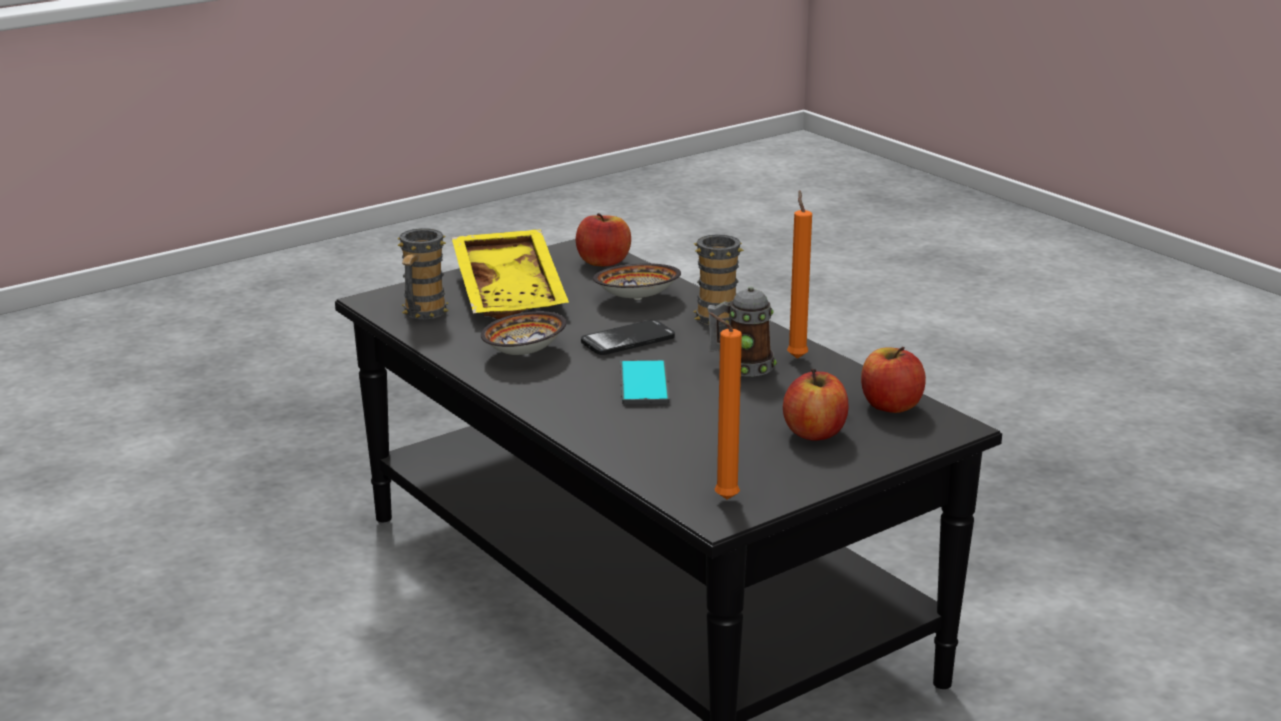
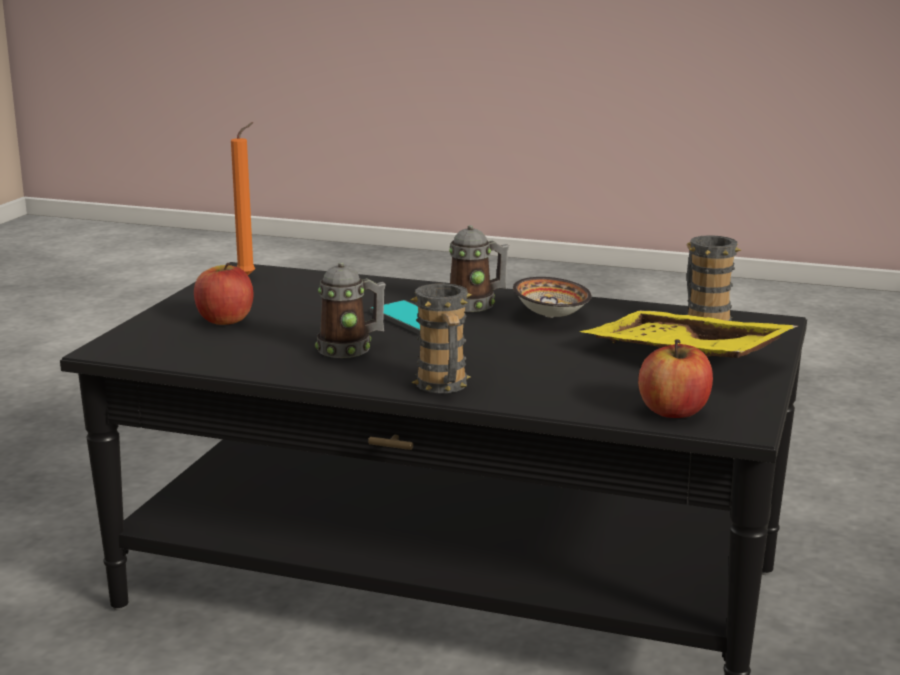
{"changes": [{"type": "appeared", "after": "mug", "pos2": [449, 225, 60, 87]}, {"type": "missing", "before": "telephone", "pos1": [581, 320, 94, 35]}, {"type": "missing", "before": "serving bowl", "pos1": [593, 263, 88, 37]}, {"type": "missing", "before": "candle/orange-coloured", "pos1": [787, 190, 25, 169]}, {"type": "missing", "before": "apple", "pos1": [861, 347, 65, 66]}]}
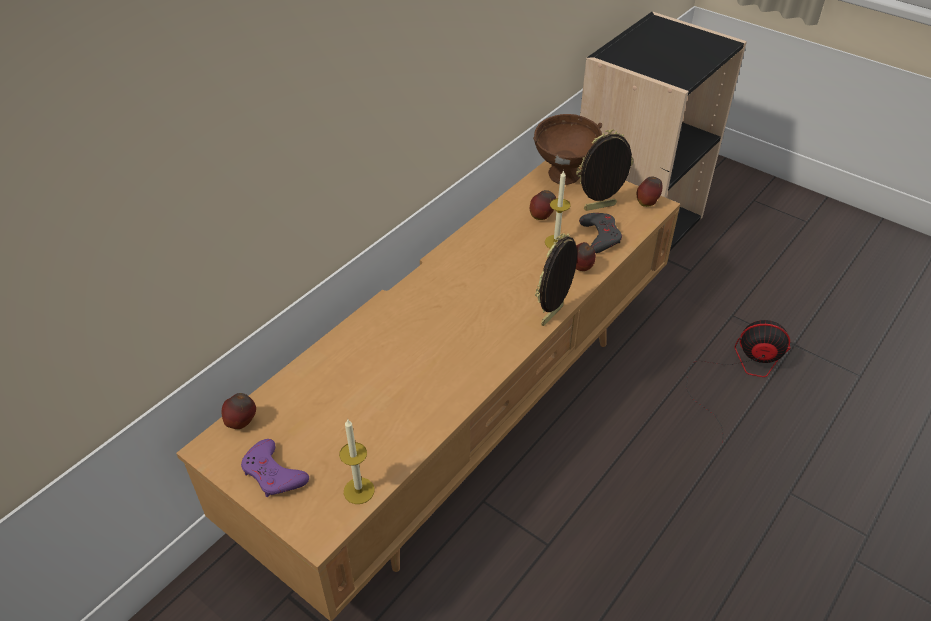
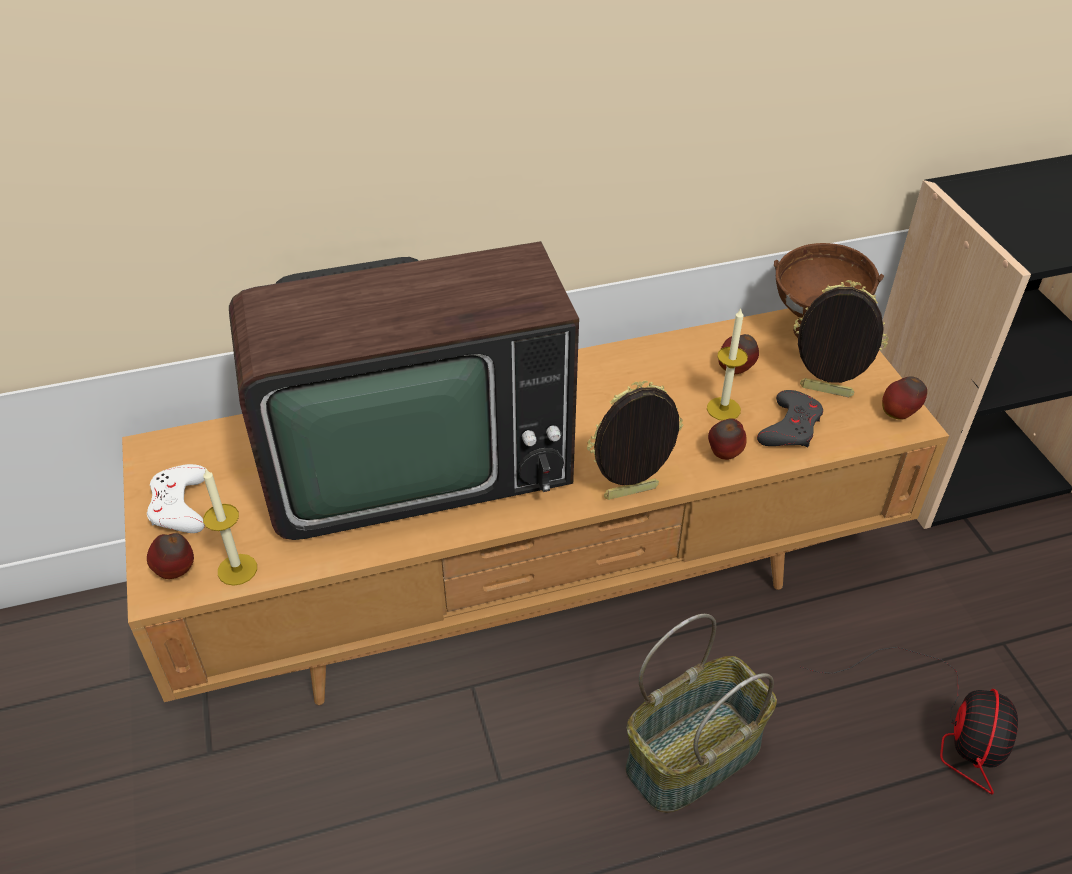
{"changes": [{"type": "colour", "before": "game controller/purple", "after": "game controller/whitish", "pos1": [241, 439, 68, 58], "pos2": [147, 464, 58, 69]}, {"type": "relocated", "before": "apple", "pos1": [221, 393, 35, 36], "pos2": [147, 533, 47, 46]}, {"type": "appeared", "after": "TV", "pos2": [229, 241, 350, 299]}, {"type": "appeared", "after": "basket", "pos2": [625, 614, 152, 199]}, {"type": "spun", "before": "fan", "pos1": [686, 320, 104, 123], "pos2": [801, 647, 217, 148], "turn": 60}]}
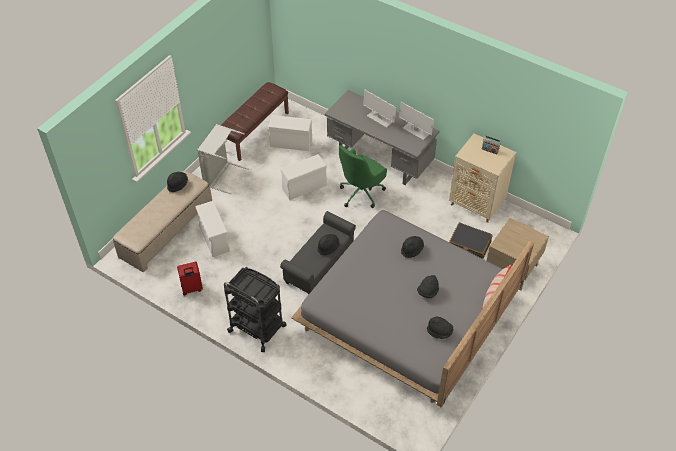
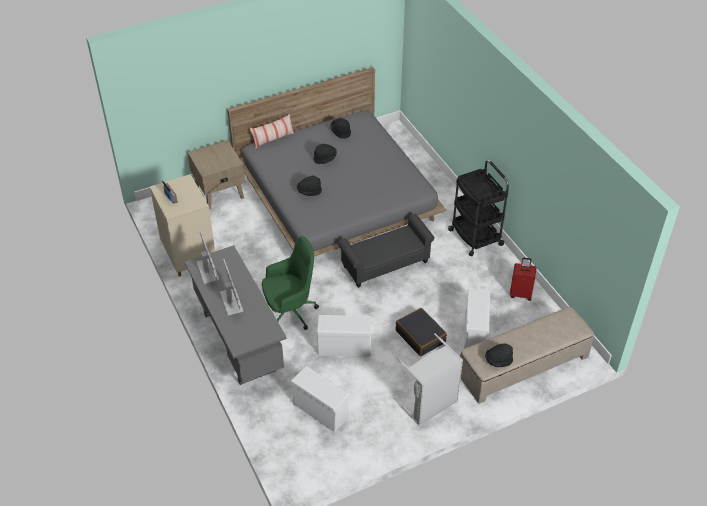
{"changes": [{"type": "relocated", "before": "travel case/black-coloured", "pos1": [449, 223, 44, 36], "pos2": [396, 308, 51, 49]}, {"type": "missing", "before": "long seat/brown", "pos1": [221, 82, 68, 79]}, {"type": "missing", "before": "clothing hat/black-coloured", "pos1": [317, 234, 23, 21]}]}
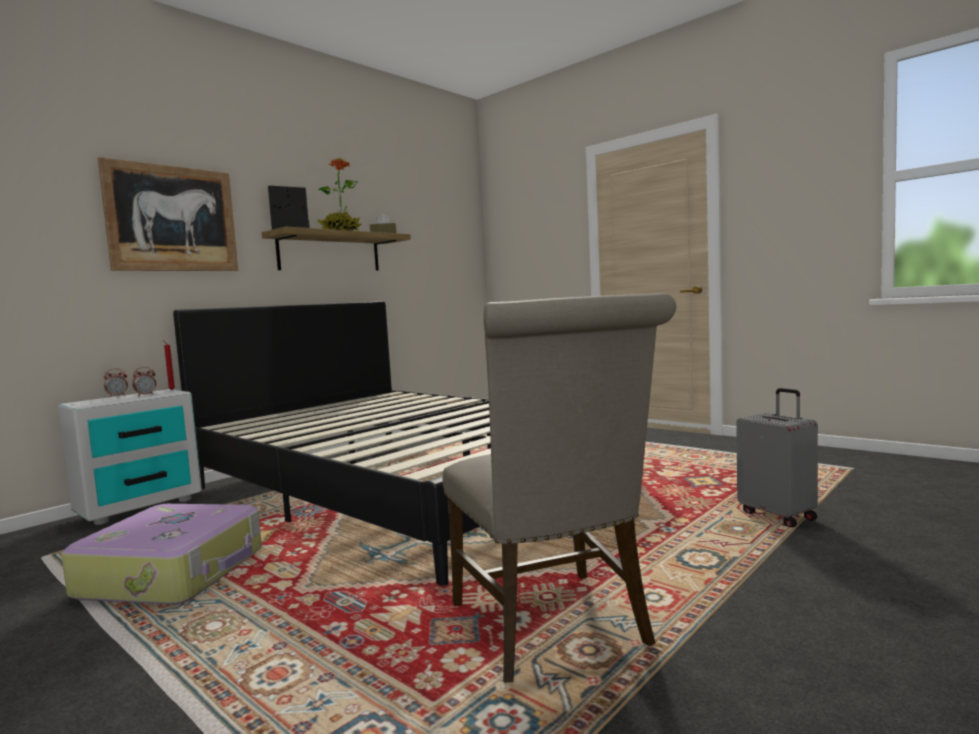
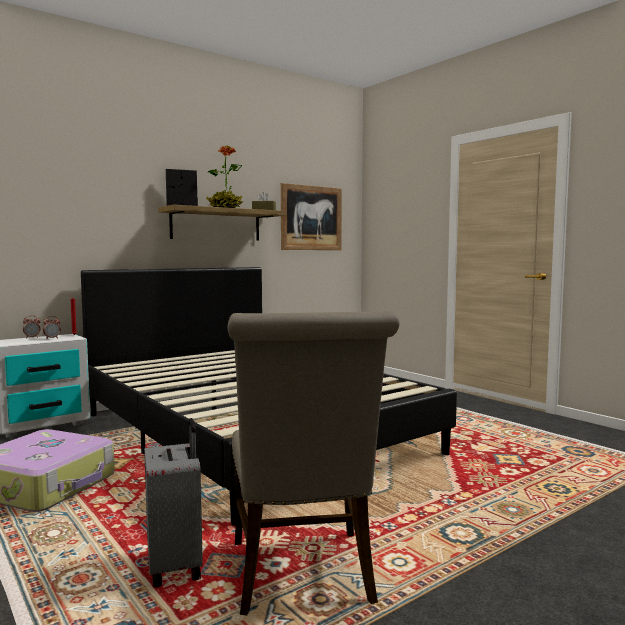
{"changes": [{"type": "relocated", "before": "travel case/gray", "pos1": [736, 388, 82, 139], "pos2": [144, 418, 59, 170]}, {"type": "relocated", "before": "wall picture", "pos1": [98, 157, 140, 114], "pos2": [281, 183, 61, 67]}]}
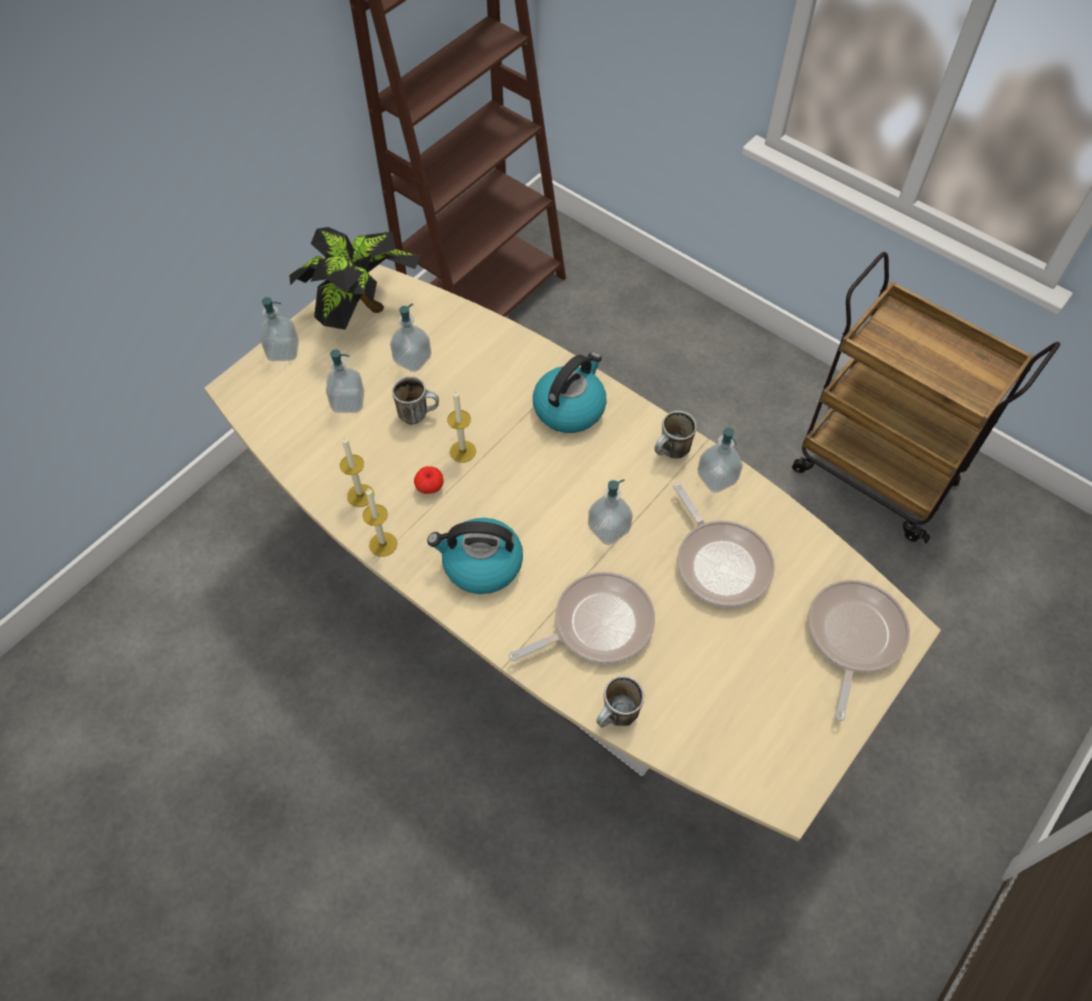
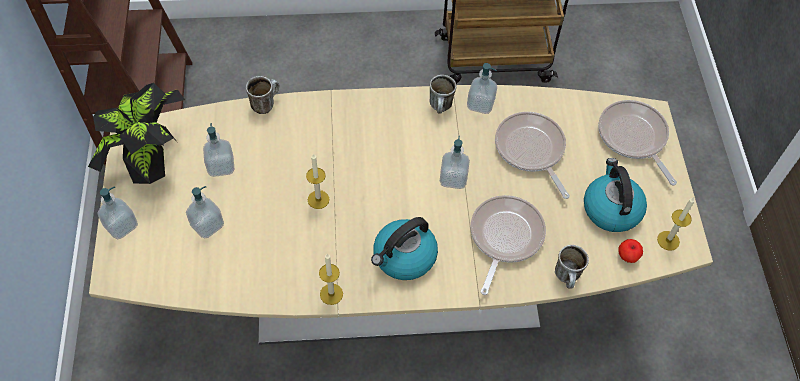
{"changes": [{"type": "relocated", "before": "mug", "pos1": [392, 376, 47, 49], "pos2": [246, 76, 33, 38]}, {"type": "spun", "before": "skillet", "pos1": [673, 483, 102, 125], "pos2": [495, 112, 75, 87], "turn": -135}, {"type": "relocated", "before": "tea kettle", "pos1": [533, 352, 74, 81], "pos2": [584, 158, 63, 74]}, {"type": "relocated", "before": "apple", "pos1": [414, 466, 30, 28], "pos2": [618, 239, 25, 24]}, {"type": "relocated", "before": "candle", "pos1": [340, 437, 34, 70], "pos2": [657, 198, 38, 52]}]}
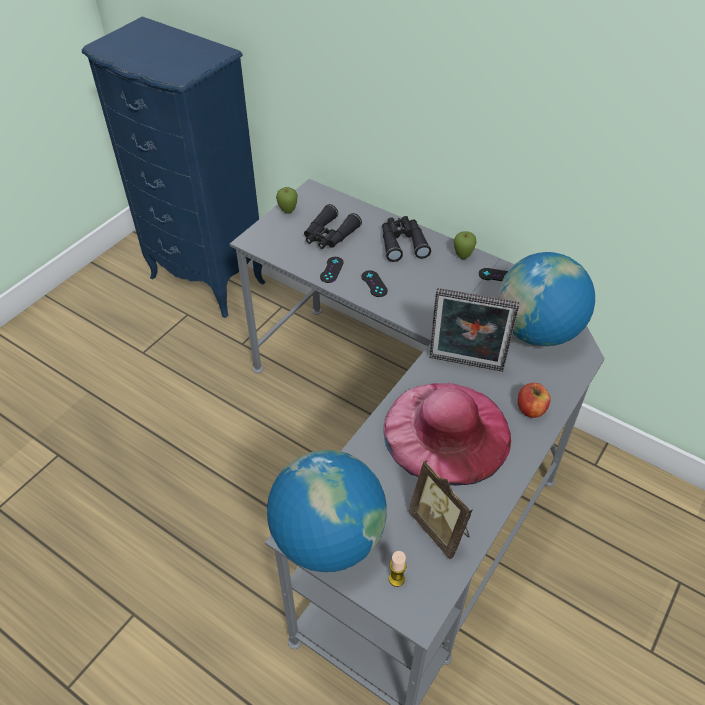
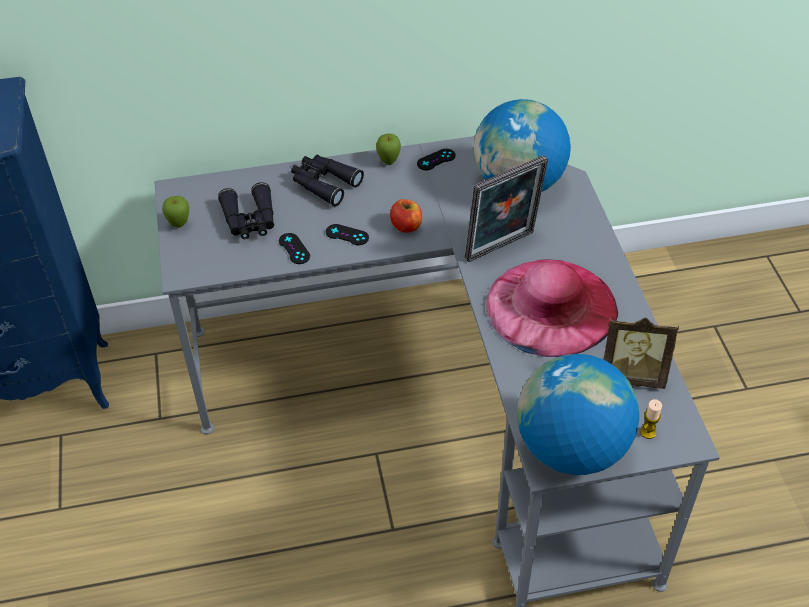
{"changes": [{"type": "relocated", "before": "apple", "pos1": [518, 383, 33, 35], "pos2": [390, 199, 32, 34]}]}
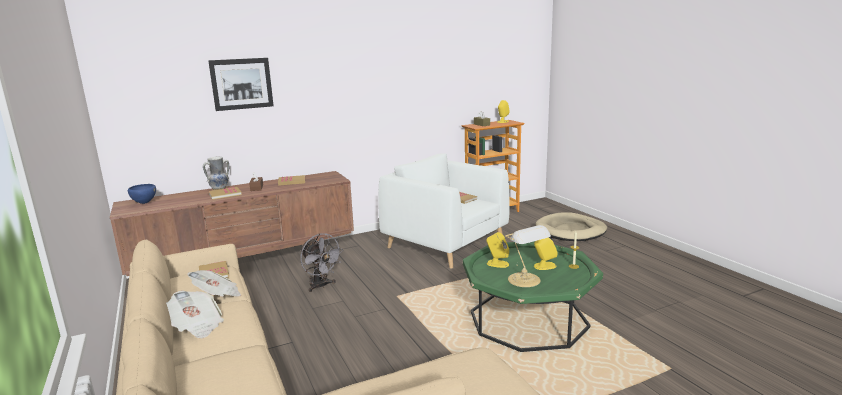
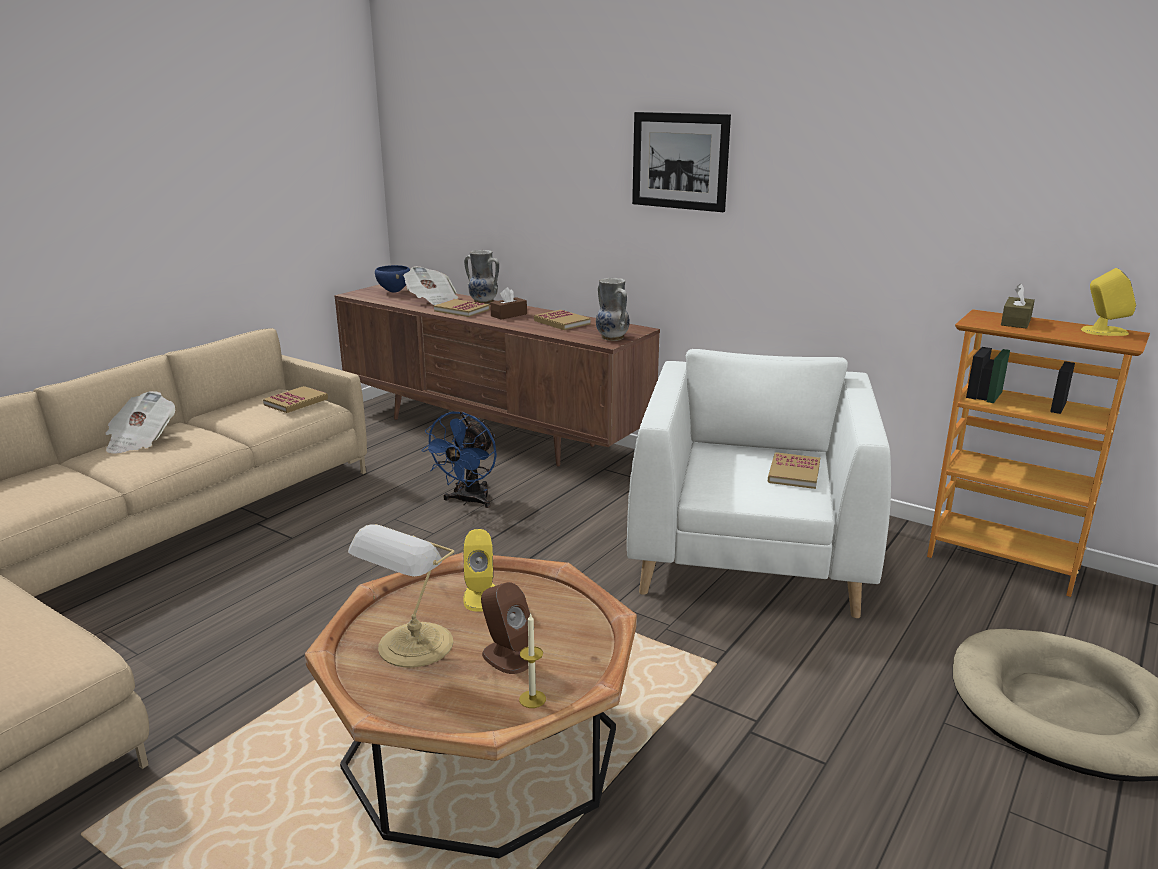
{"changes": [{"type": "colour", "before": "lounge table/green-coloured", "after": "lounge table/brown", "pos1": [463, 241, 140, 111], "pos2": [305, 552, 332, 306]}, {"type": "relocated", "before": "daily paper", "pos1": [187, 270, 54, 27], "pos2": [404, 266, 54, 39]}, {"type": "colour", "before": "fan/gray", "after": "fan/blue", "pos1": [300, 233, 43, 59], "pos2": [421, 411, 76, 97]}, {"type": "colour", "before": "audio speaker/yellow-coloured", "after": "audio speaker/brown", "pos1": [534, 237, 24, 33], "pos2": [481, 582, 49, 92]}, {"type": "appeared", "after": "flower vase", "pos2": [596, 277, 34, 64]}, {"type": "relocated", "before": "wall picture", "pos1": [208, 58, 66, 53], "pos2": [632, 112, 99, 100]}]}
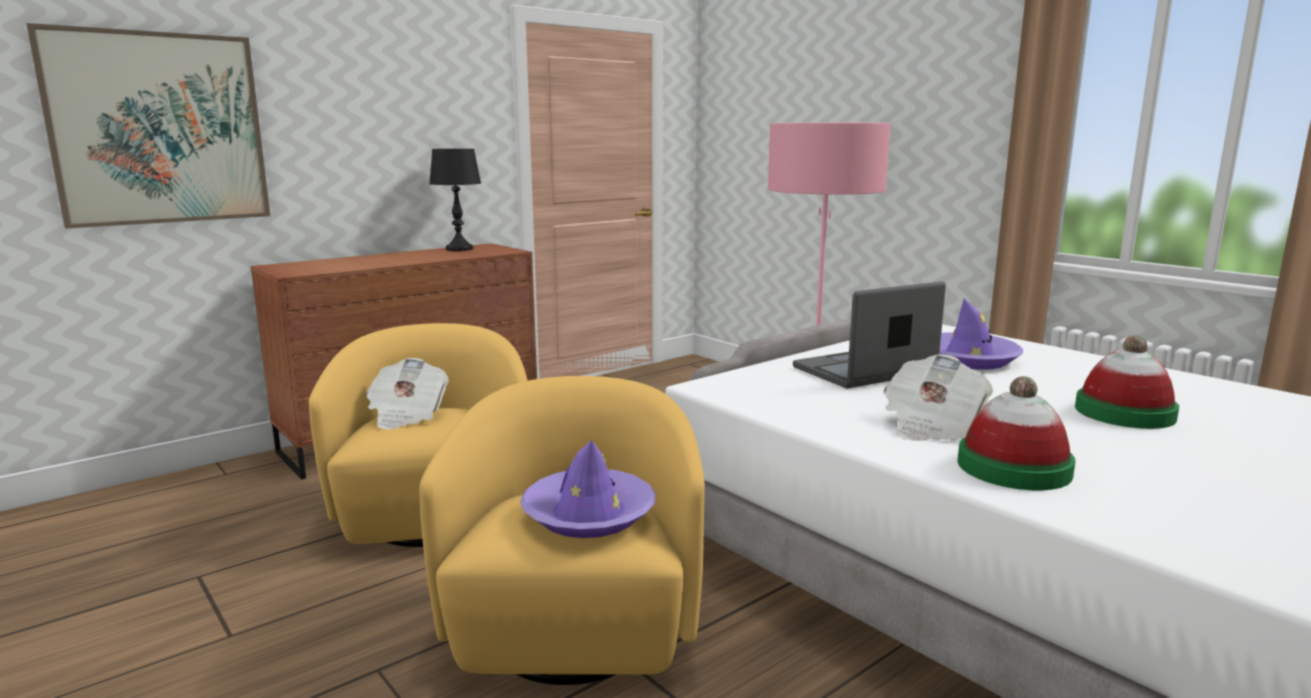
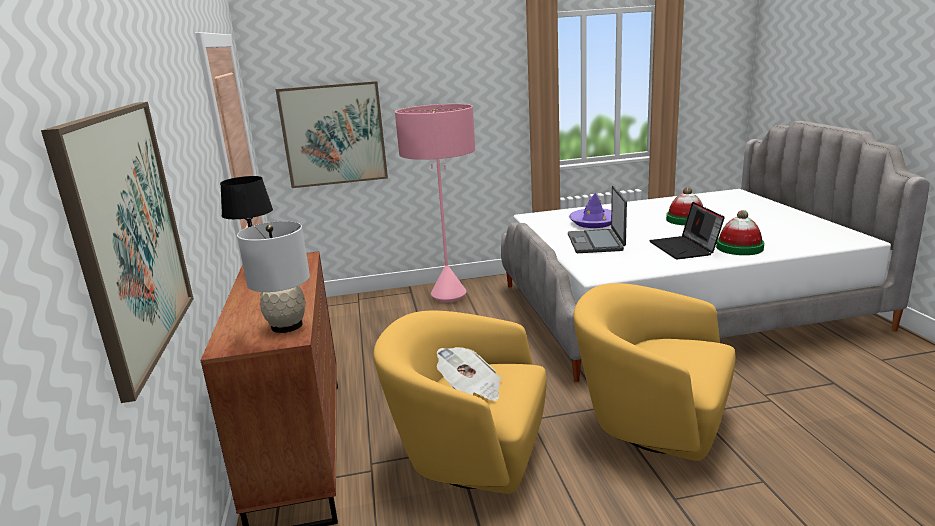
{"changes": [{"type": "appeared", "after": "table lamp/whitish", "pos2": [237, 221, 73, 112]}, {"type": "appeared", "after": "wall picture", "pos2": [276, 81, 112, 107]}, {"type": "exchanged", "before": "daily paper", "after": "notebook computer", "pos1": [883, 354, 110, 87], "pos2": [649, 202, 76, 57]}, {"type": "missing", "before": "clothing hat/purple", "pos1": [520, 440, 136, 98]}]}
